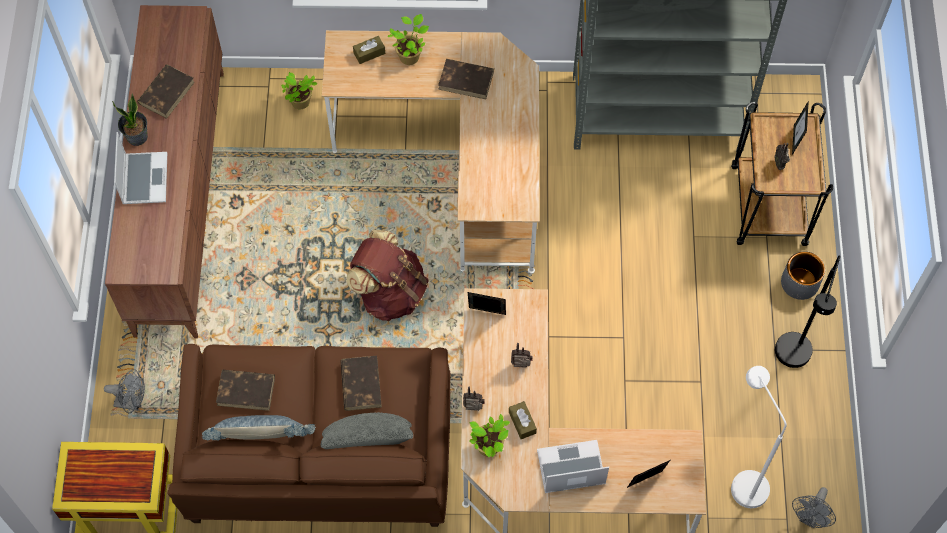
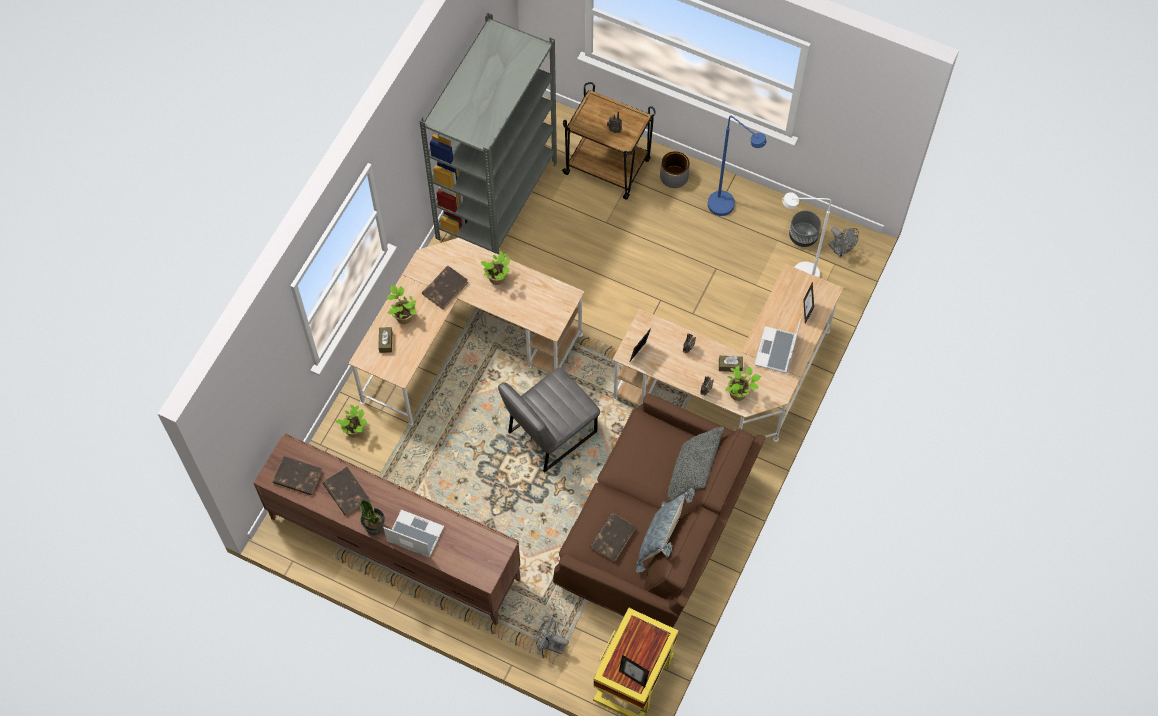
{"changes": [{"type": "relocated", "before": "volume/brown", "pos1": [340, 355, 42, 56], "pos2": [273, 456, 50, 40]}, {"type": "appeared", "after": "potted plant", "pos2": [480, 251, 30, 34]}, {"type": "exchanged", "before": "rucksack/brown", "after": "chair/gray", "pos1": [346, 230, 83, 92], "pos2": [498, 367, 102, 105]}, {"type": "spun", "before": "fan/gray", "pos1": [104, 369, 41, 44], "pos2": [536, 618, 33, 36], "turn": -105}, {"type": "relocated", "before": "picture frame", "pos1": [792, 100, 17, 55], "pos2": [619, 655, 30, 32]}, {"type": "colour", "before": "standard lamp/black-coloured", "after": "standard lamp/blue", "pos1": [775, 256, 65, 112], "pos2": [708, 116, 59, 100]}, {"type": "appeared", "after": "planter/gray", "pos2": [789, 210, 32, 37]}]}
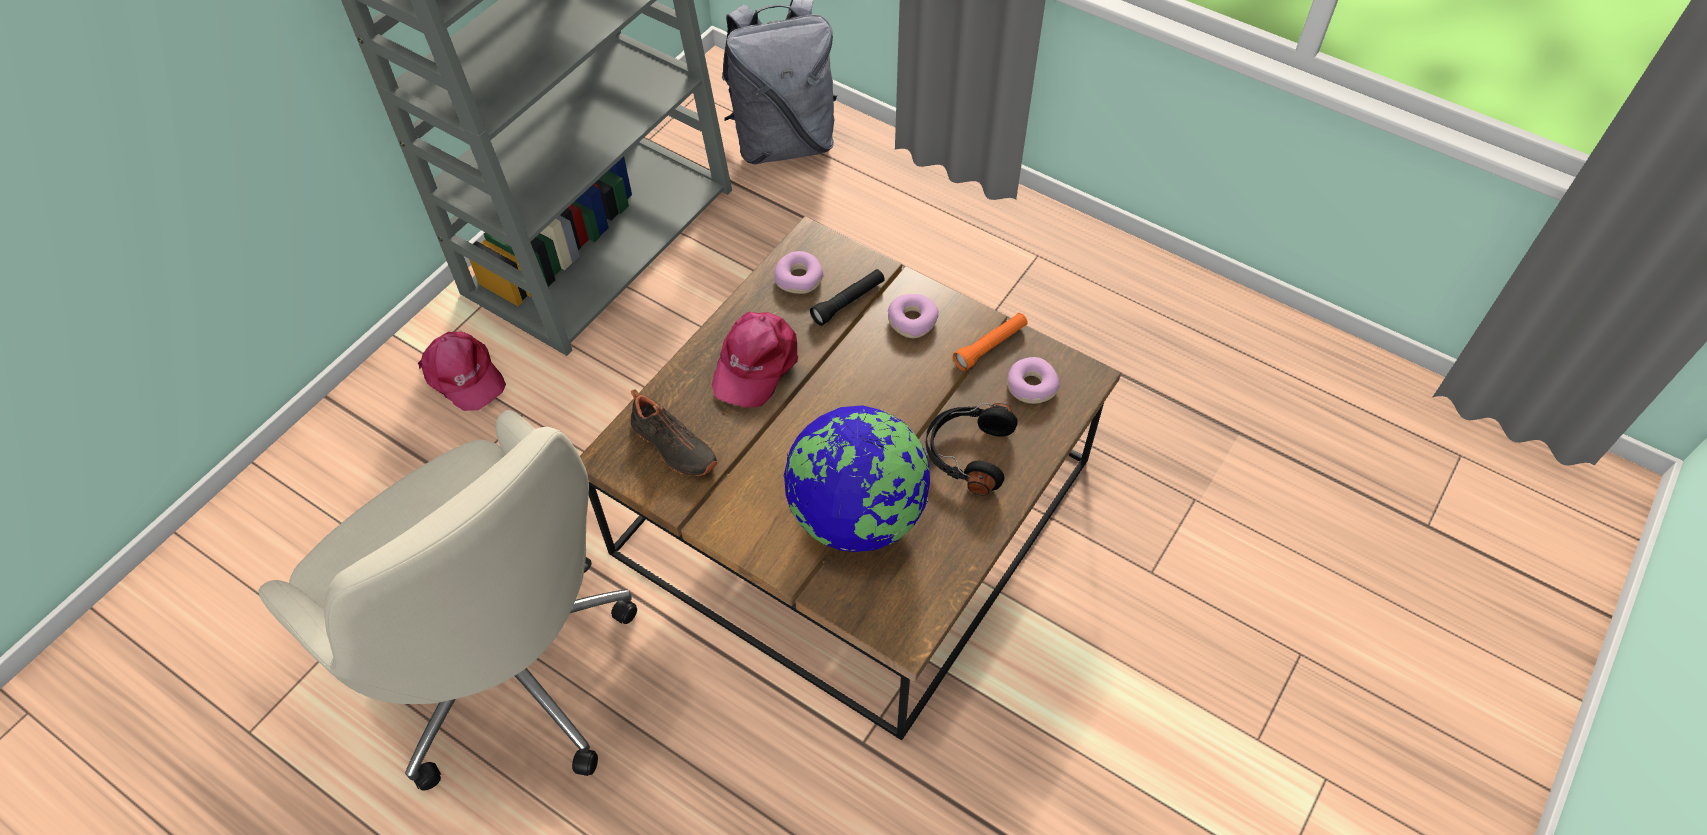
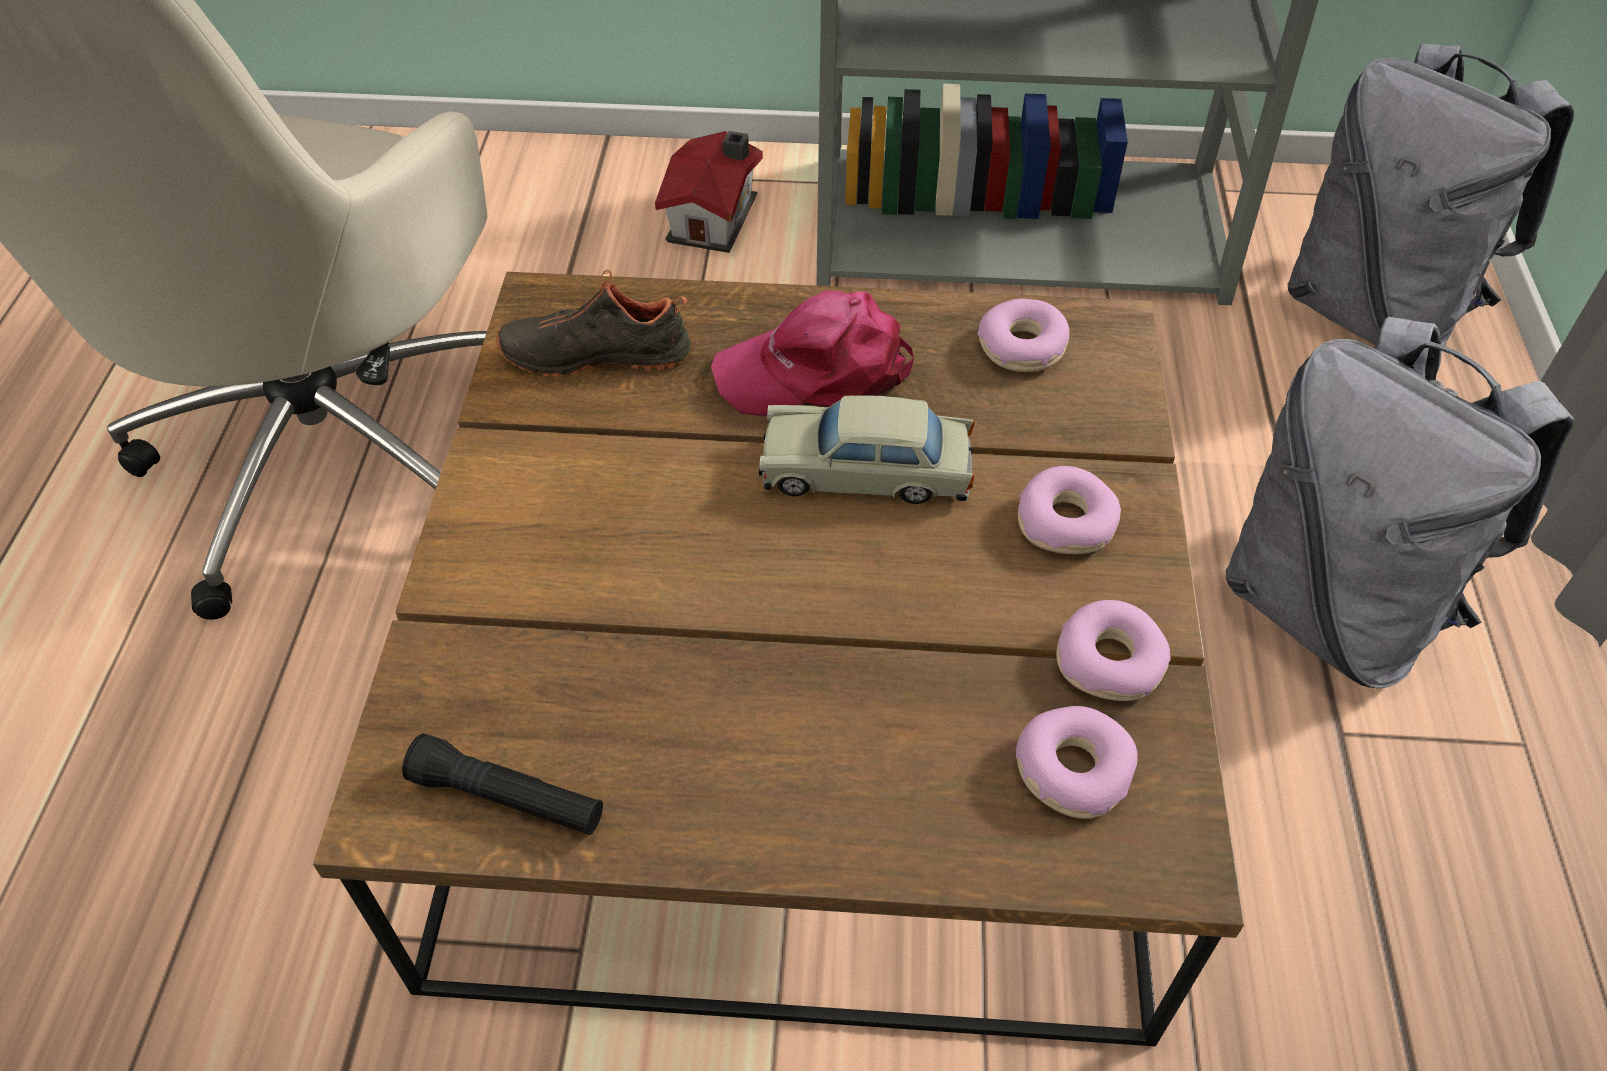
{"changes": [{"type": "relocated", "before": "flashlight/black-coloured", "pos1": [810, 269, 75, 57], "pos2": [402, 733, 201, 102]}, {"type": "spun", "before": "low shoe/black-coloured", "pos1": [631, 389, 87, 87], "pos2": [496, 269, 195, 108], "turn": 75}, {"type": "exchanged", "before": "baseball cap/pinkish", "after": "toy house", "pos1": [417, 332, 89, 79], "pos2": [655, 131, 108, 122]}, {"type": "appeared", "after": "toy car/beige-coloured", "pos2": [759, 395, 216, 109]}, {"type": "exchanged", "before": "flashlight/orange-coloured", "after": "donut", "pos1": [953, 313, 75, 58], "pos2": [1056, 600, 115, 101]}, {"type": "appeared", "after": "rucksack/gray", "pos2": [1226, 317, 348, 372]}, {"type": "missing", "before": "world globe", "pos1": [783, 406, 147, 146]}, {"type": "missing", "before": "headset/black-coloured", "pos1": [926, 403, 92, 93]}]}
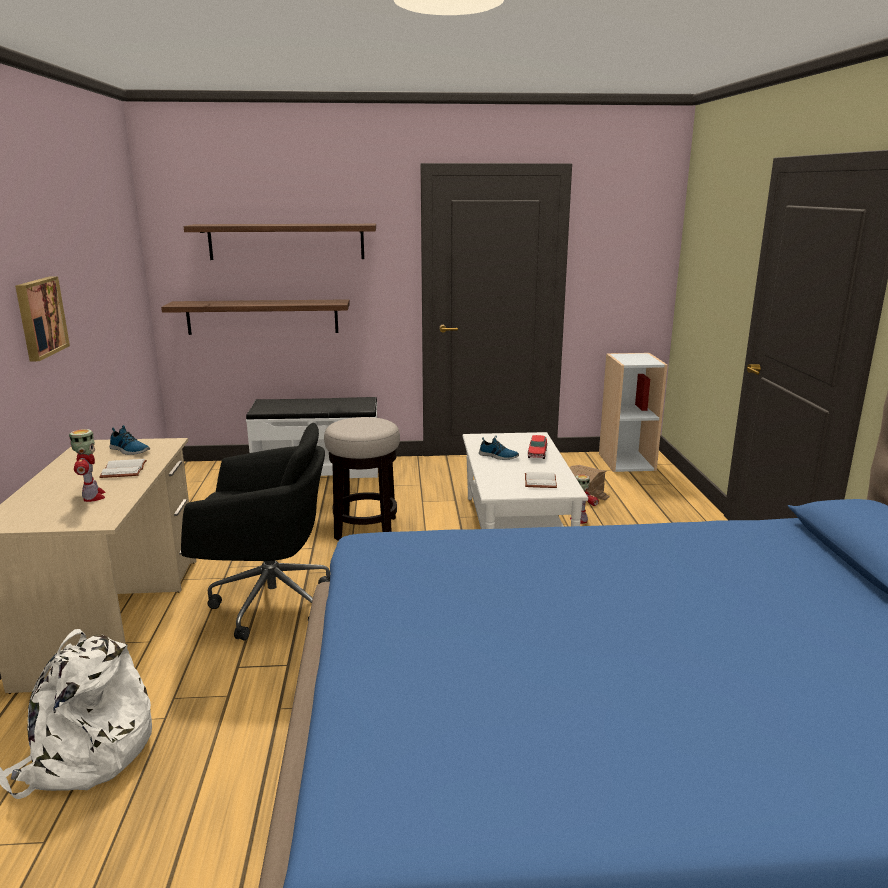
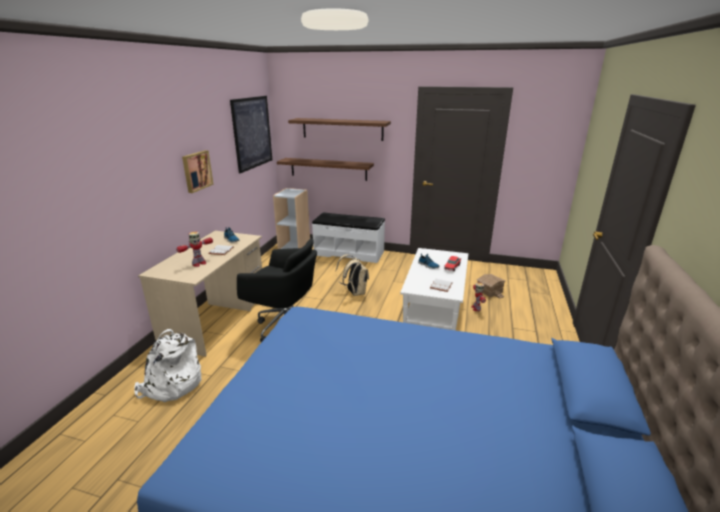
{"changes": [{"type": "spun", "before": "toy robot", "pos1": [69, 429, 36, 73], "pos2": [176, 232, 37, 35], "turn": 45}, {"type": "appeared", "after": "wall picture", "pos2": [230, 96, 42, 77]}, {"type": "relocated", "before": "shelving unit", "pos1": [599, 353, 69, 119], "pos2": [273, 188, 37, 61]}, {"type": "exchanged", "before": "stool", "after": "rucksack/beige-coloured", "pos1": [324, 417, 76, 124], "pos2": [336, 255, 33, 41]}]}
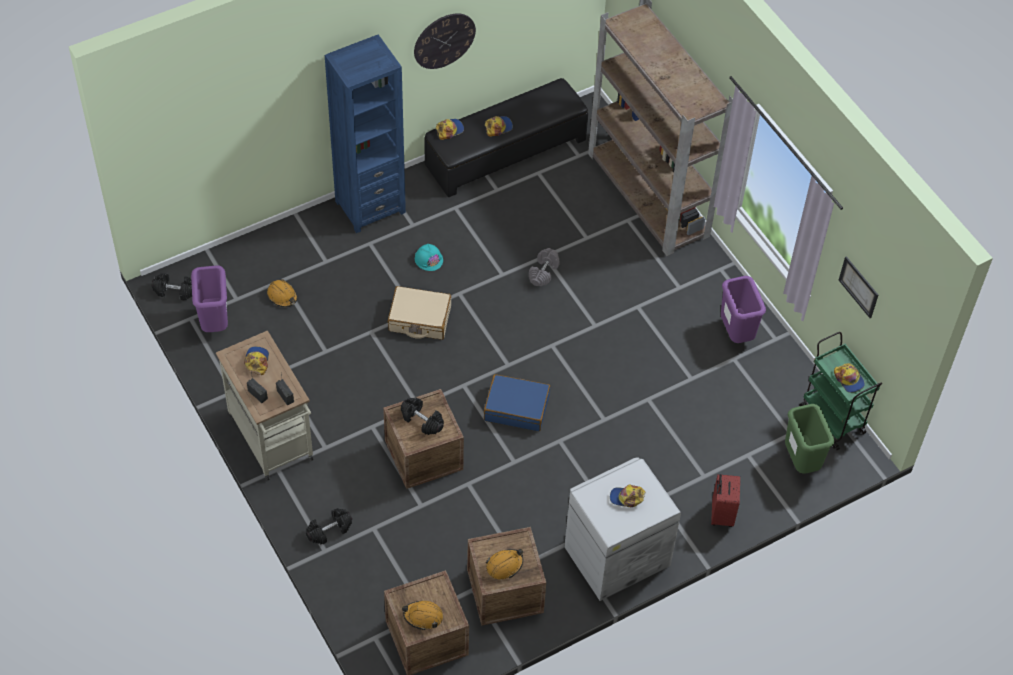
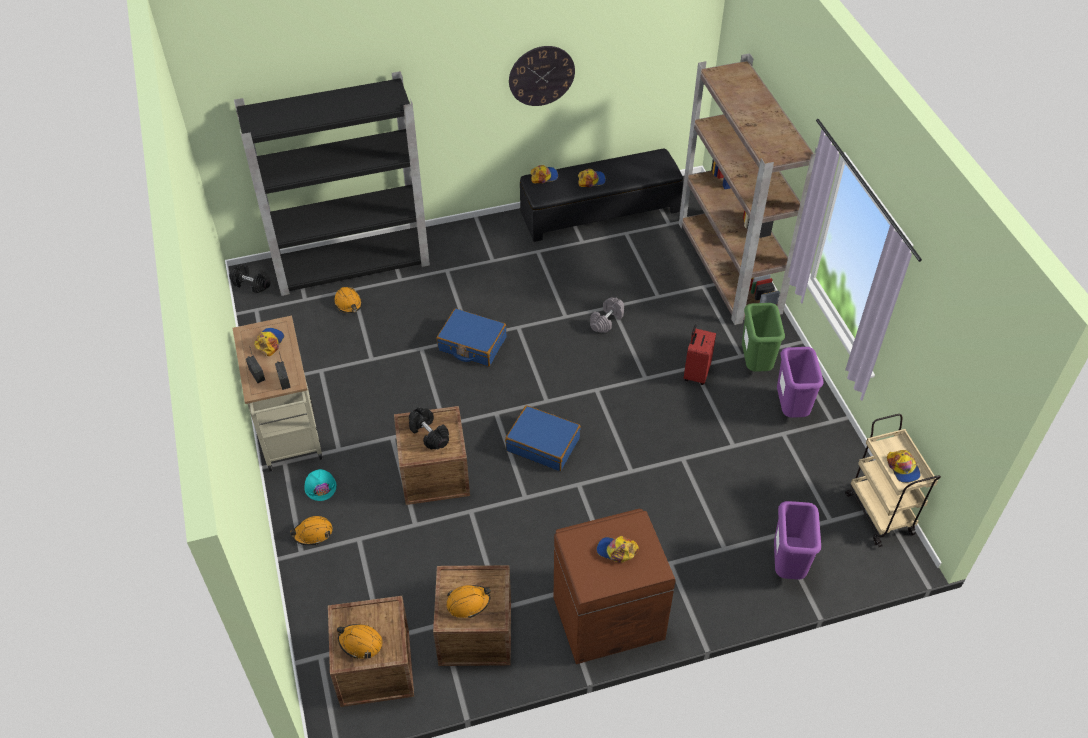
{"changes": [{"type": "appeared", "after": "shelving unit/black-coloured", "pos2": [234, 71, 196, 225]}, {"type": "exchanged", "before": "free weight/black-coloured", "after": "hard hat/orange-coloured", "pos1": [306, 508, 46, 37], "pos2": [290, 516, 43, 29]}, {"type": "relocated", "before": "hard hat/turquoise-coloured", "pos1": [415, 244, 28, 27], "pos2": [304, 469, 33, 32]}, {"type": "colour", "before": "travel case/beige-coloured", "after": "travel case/blue", "pos1": [388, 286, 63, 54], "pos2": [436, 308, 71, 59]}, {"type": "colour", "before": "washing machine/whitish", "after": "washing machine/brown", "pos1": [565, 457, 116, 144], "pos2": [554, 509, 122, 155]}, {"type": "relocated", "before": "travel case/red", "pos1": [711, 474, 29, 53], "pos2": [683, 325, 33, 60]}, {"type": "relocated", "before": "waste bin/green-coloured", "pos1": [785, 404, 49, 70], "pos2": [742, 303, 43, 69]}, {"type": "relocated", "before": "waste bin/purple", "pos1": [191, 265, 37, 67], "pos2": [774, 501, 47, 79]}, {"type": "colour", "before": "cart/green-coloured", "after": "cart/beige-coloured", "pos1": [799, 332, 83, 118], "pos2": [845, 414, 96, 133]}, {"type": "missing", "before": "shelving unit/blue", "pos1": [325, 34, 81, 199]}, {"type": "missing", "before": "wall picture", "pos1": [839, 256, 39, 62]}]}
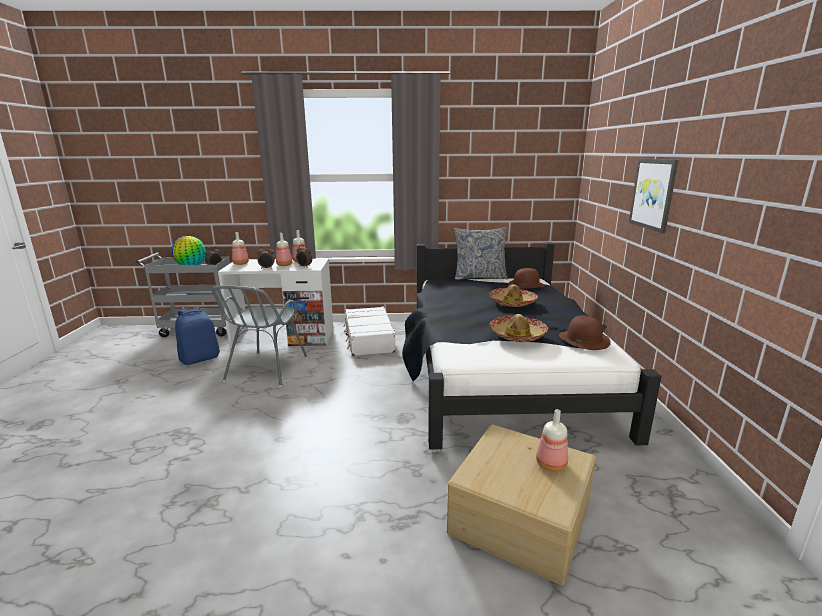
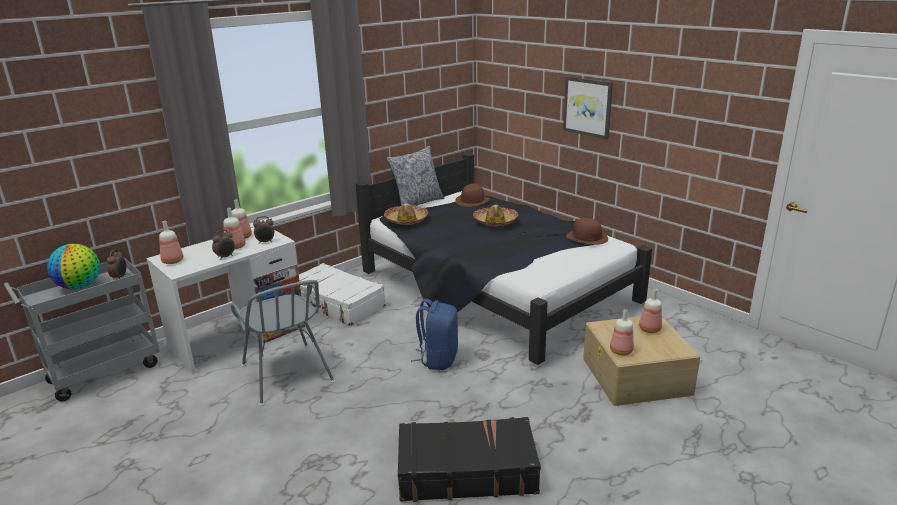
{"changes": [{"type": "relocated", "before": "clothing hat", "pos1": [489, 314, 59, 28], "pos2": [384, 204, 44, 21]}, {"type": "appeared", "after": "travel case/black-coloured", "pos2": [398, 417, 143, 85]}, {"type": "relocated", "before": "rucksack/blue", "pos1": [175, 307, 45, 58], "pos2": [411, 299, 47, 71]}, {"type": "appeared", "after": "drink bottle", "pos2": [610, 309, 24, 46]}]}
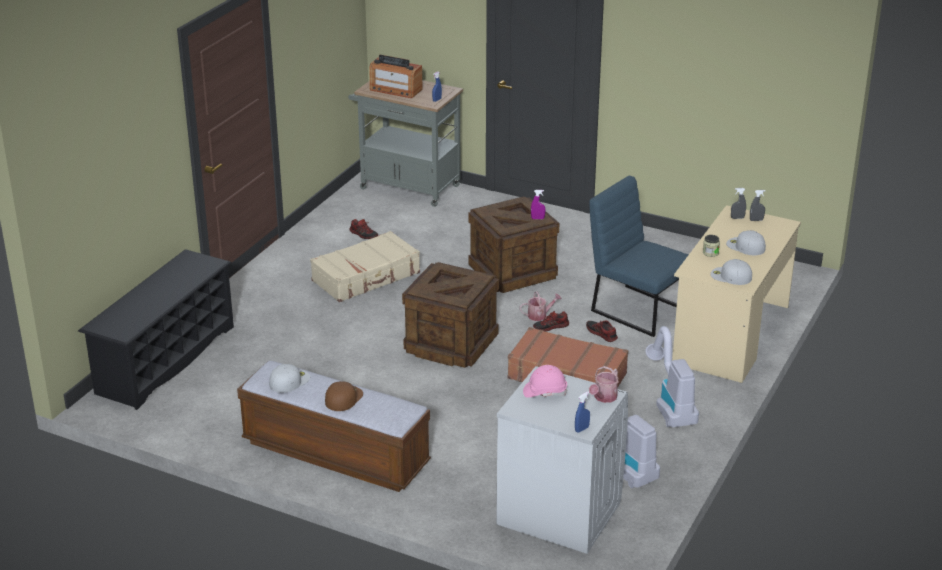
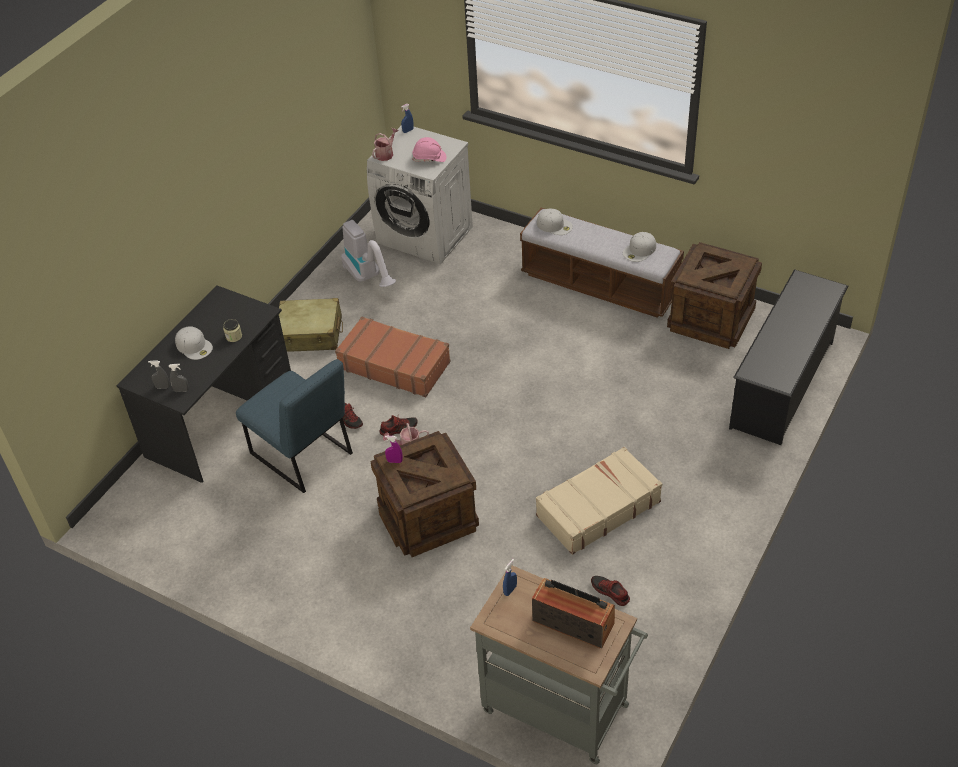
{"changes": [{"type": "colour", "before": "desk unit/beige-coloured", "after": "desk unit/black-coloured", "pos1": [672, 205, 129, 178], "pos2": [116, 285, 175, 198]}, {"type": "exchanged", "before": "vacuum cleaner", "after": "travel case/beige-coloured", "pos1": [645, 326, 54, 101], "pos2": [279, 298, 64, 54]}, {"type": "relocated", "before": "baseball cap/whitish", "pos1": [710, 259, 42, 26], "pos2": [537, 209, 36, 26]}, {"type": "relocated", "before": "crate", "pos1": [402, 262, 97, 106], "pos2": [667, 242, 95, 107]}, {"type": "missing", "before": "baseball cap/brown", "pos1": [325, 381, 38, 30]}]}
